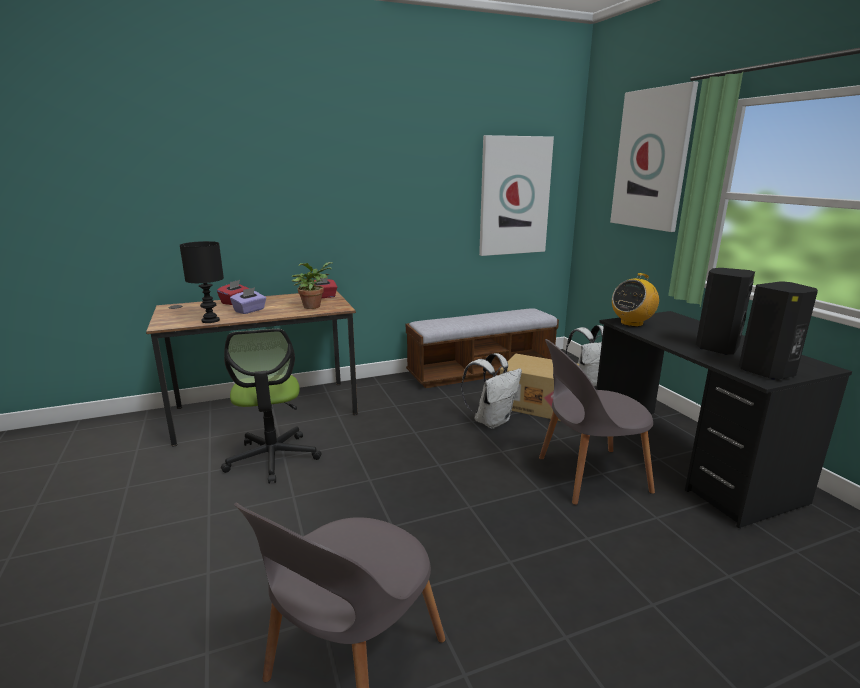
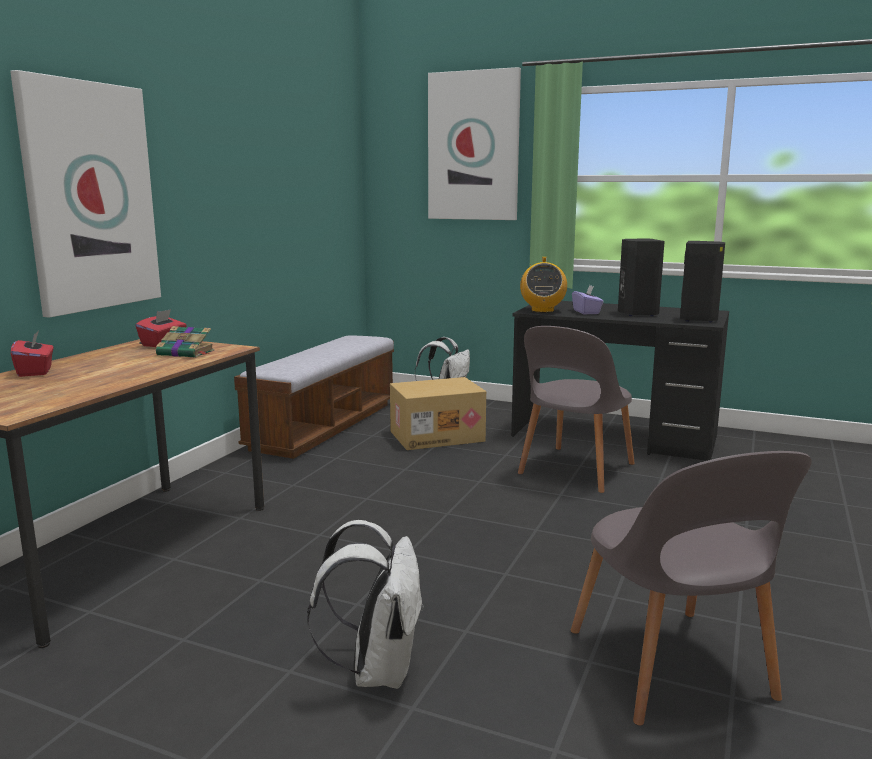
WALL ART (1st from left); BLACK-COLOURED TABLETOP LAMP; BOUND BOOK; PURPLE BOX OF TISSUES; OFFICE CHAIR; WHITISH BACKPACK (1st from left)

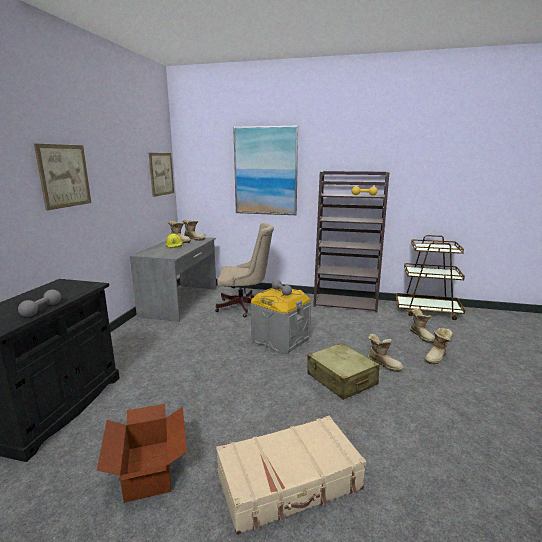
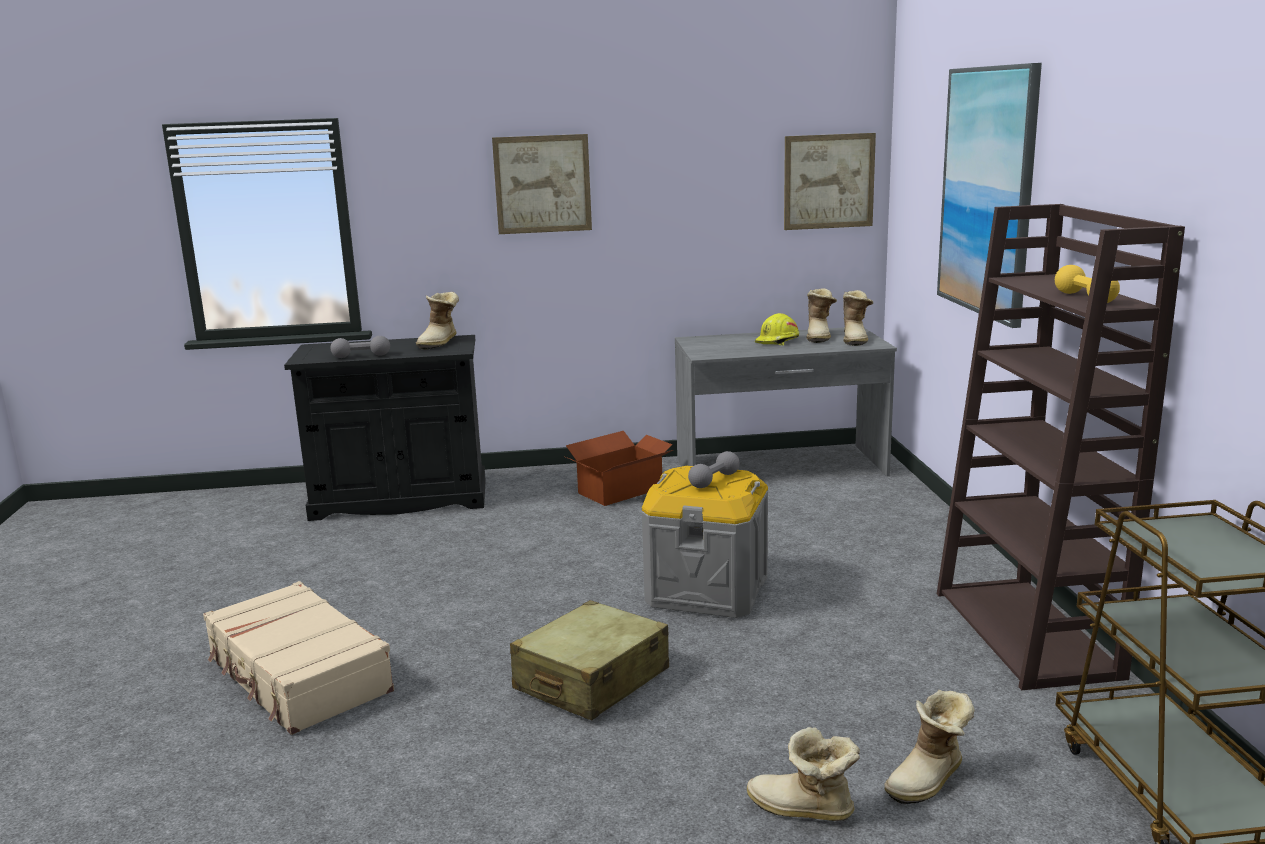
BEIGE OFFICE CHAIR; HIGH-TOP BOOT (1st from left); PACKING BOX

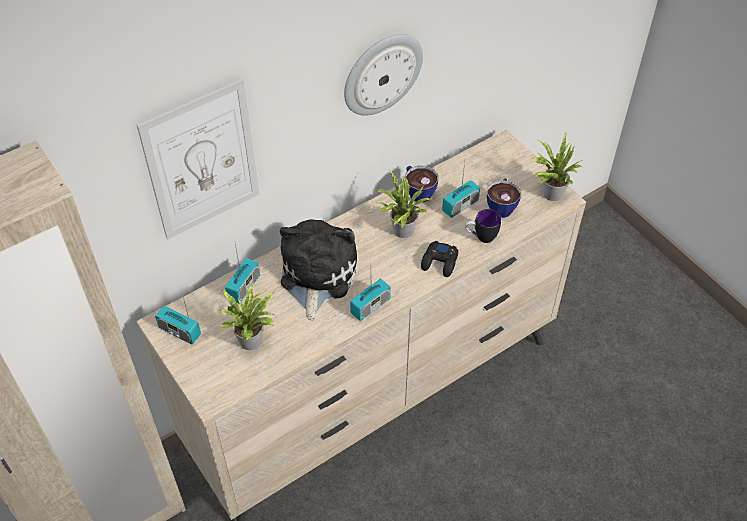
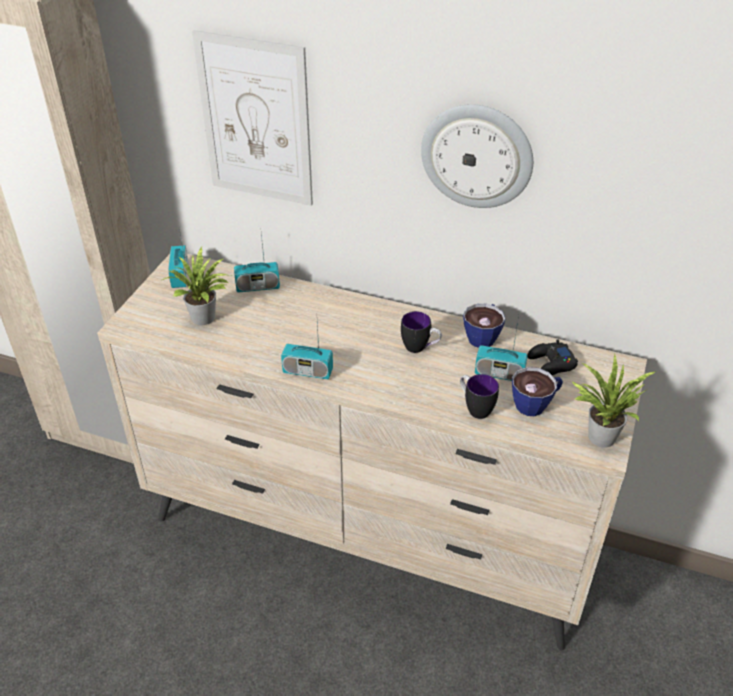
COFFEE MUG (1st from left); CUDDLY TOY; BLACK-COLOURED GAMEPAD

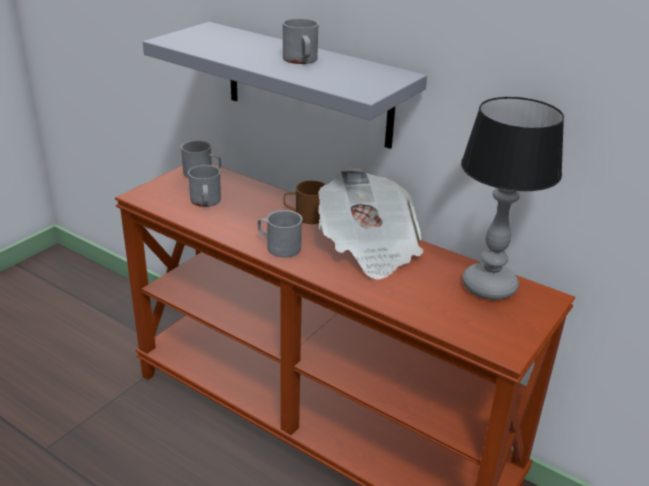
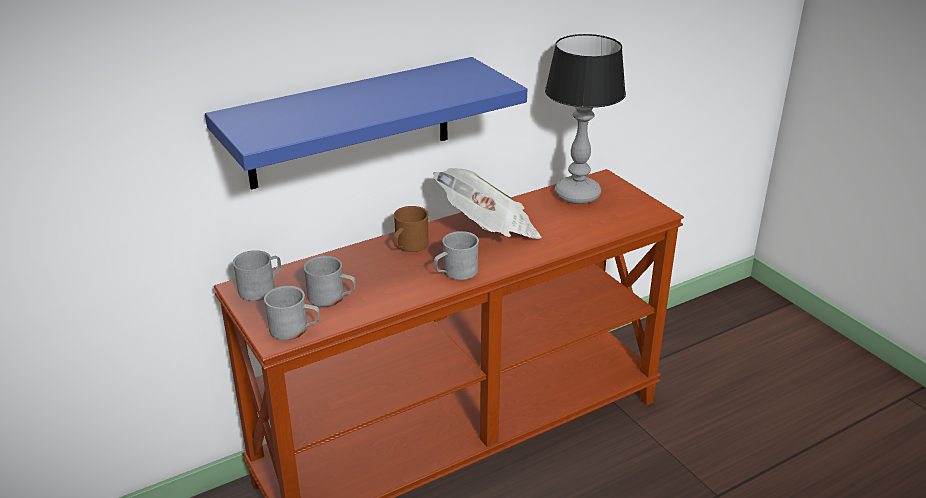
GREYISH COFFEE MUG (2nd from left); BLUE WALL SHELF

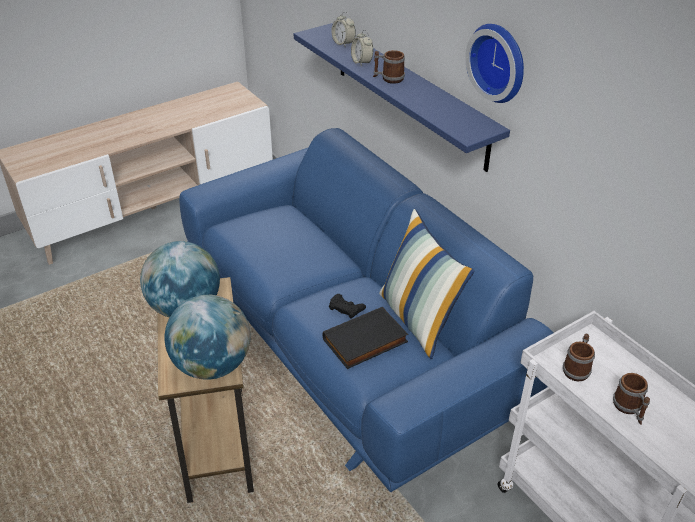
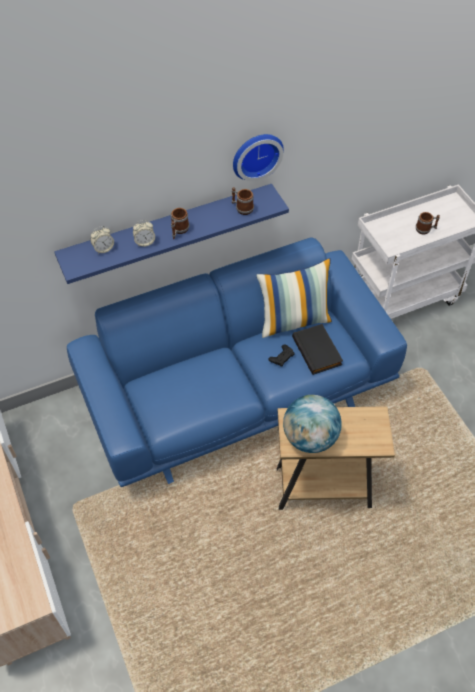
GLOBE (2nd from left in the first image); COFFEE MUG (2nd from left)

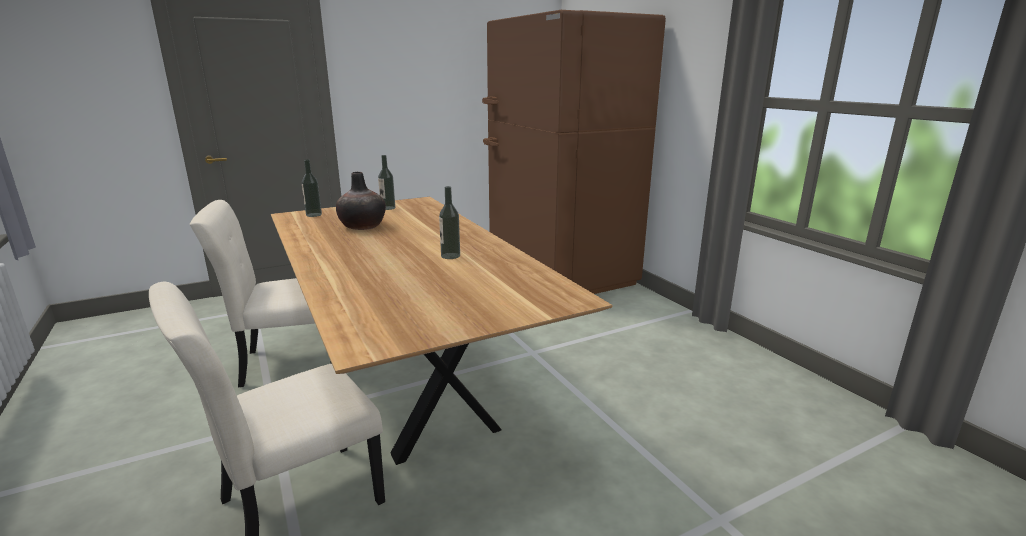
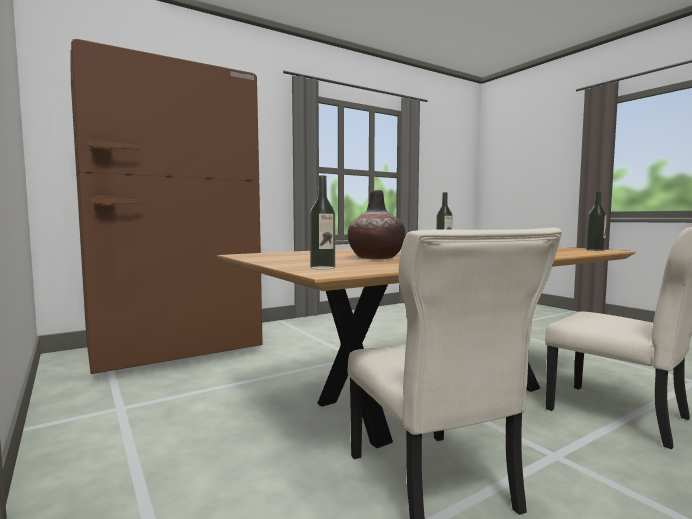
BOTTLE (3rd from left)

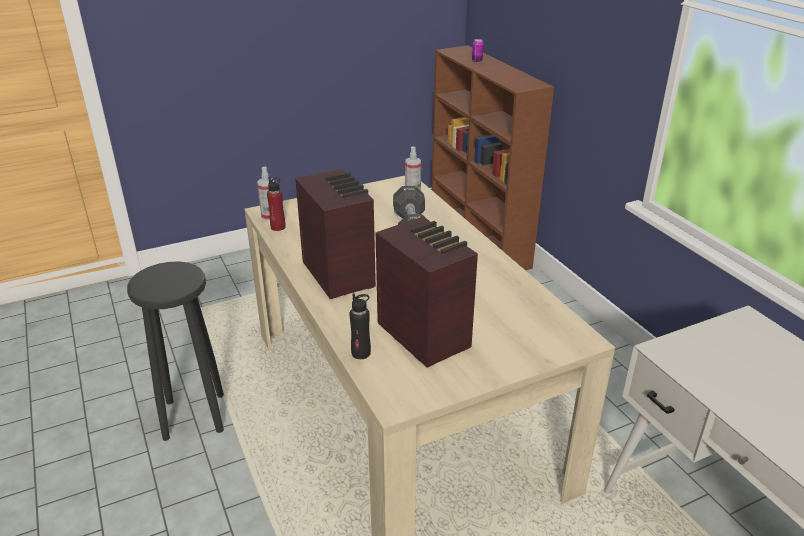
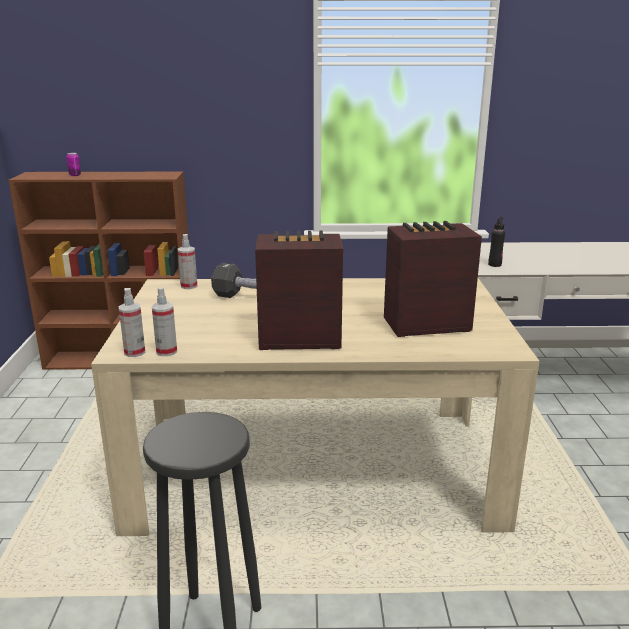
HAND SPRAYER (2nd from left); BLACK-COLOURED BOTTLE

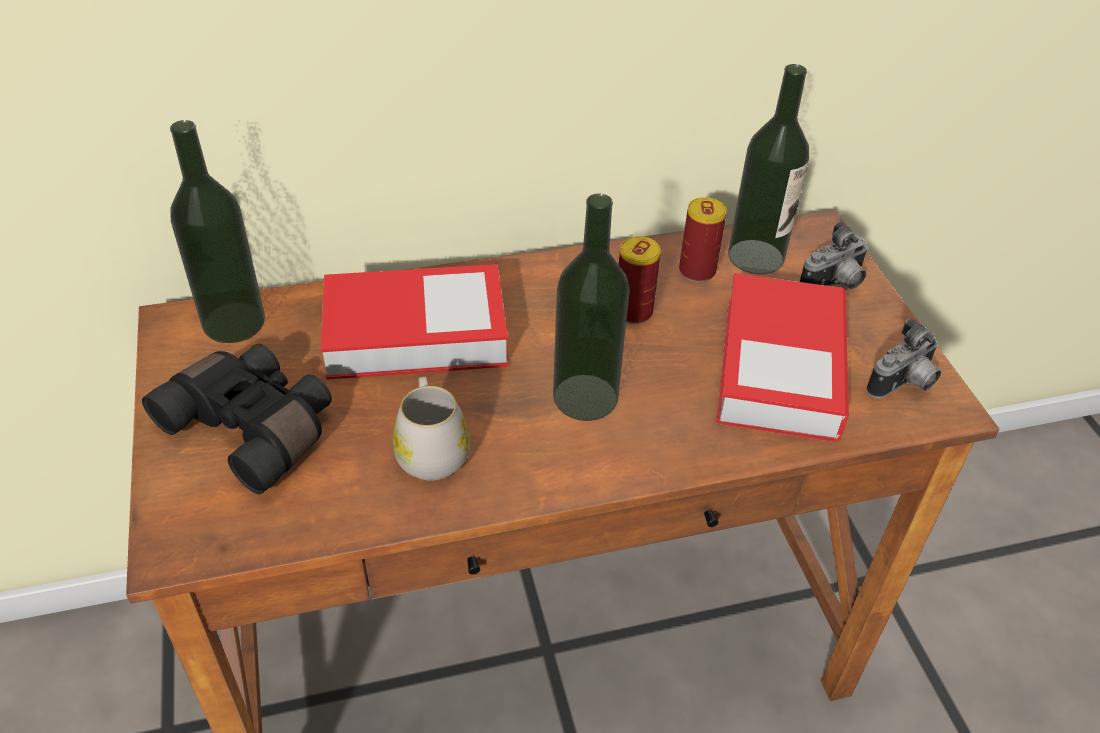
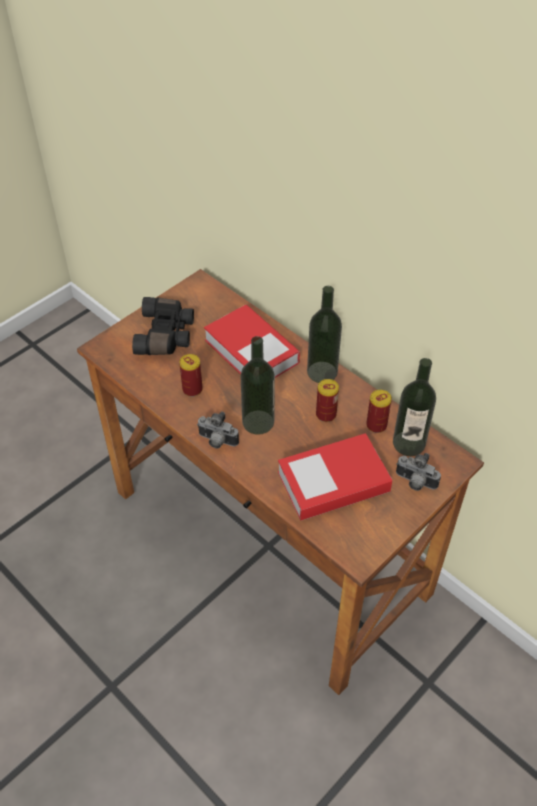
BOTTLE (2nd from left); STILL CAMERA (1st from left); CAN (1st from left)

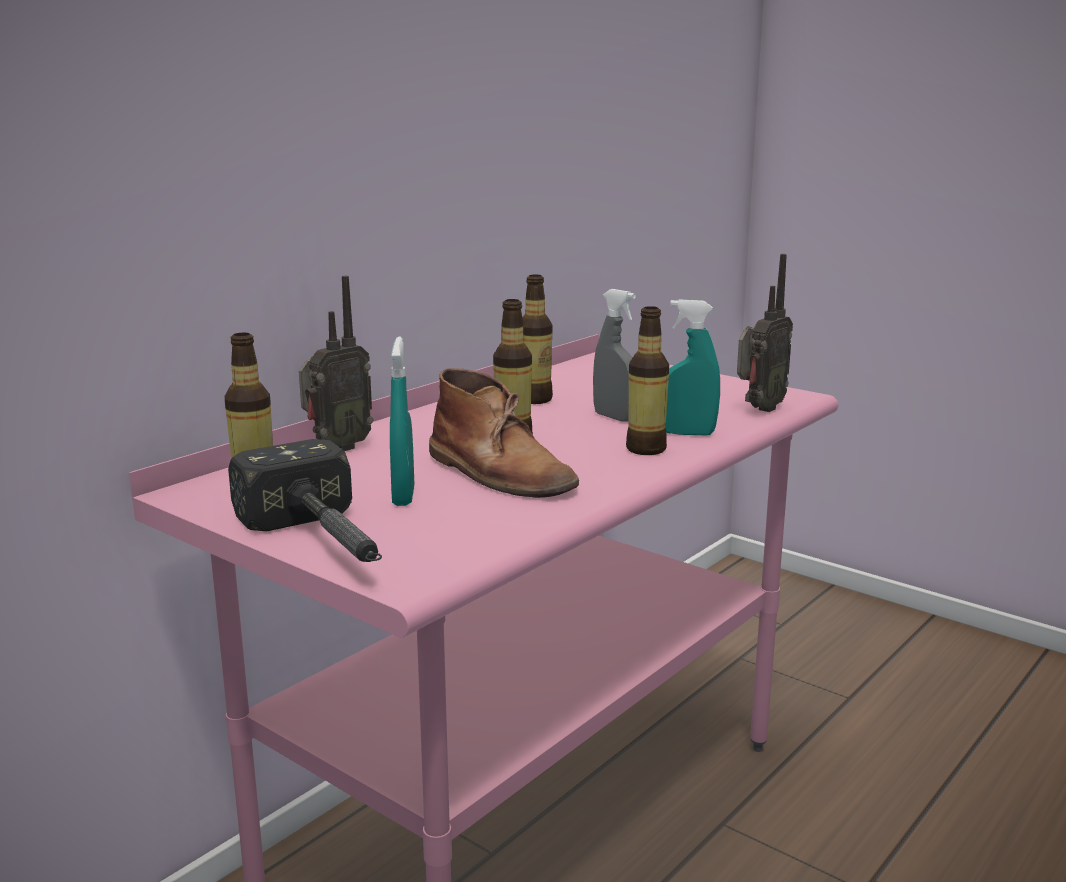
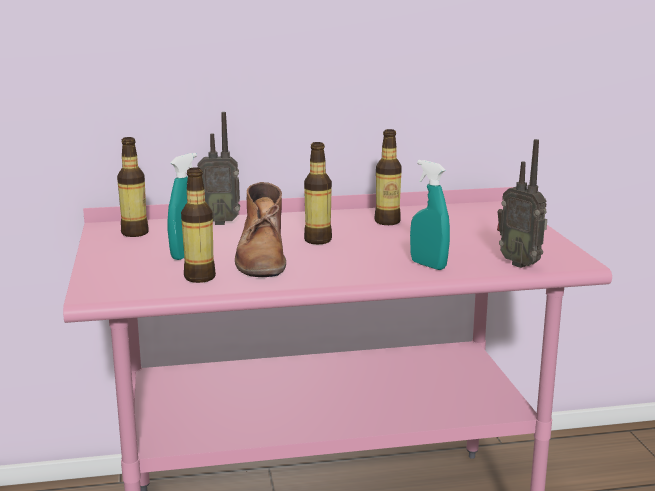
RADIO RECEIVER (2nd from left); GREYISH HAND SPRAYER; BOTTLE (2nd from left); HAMMER

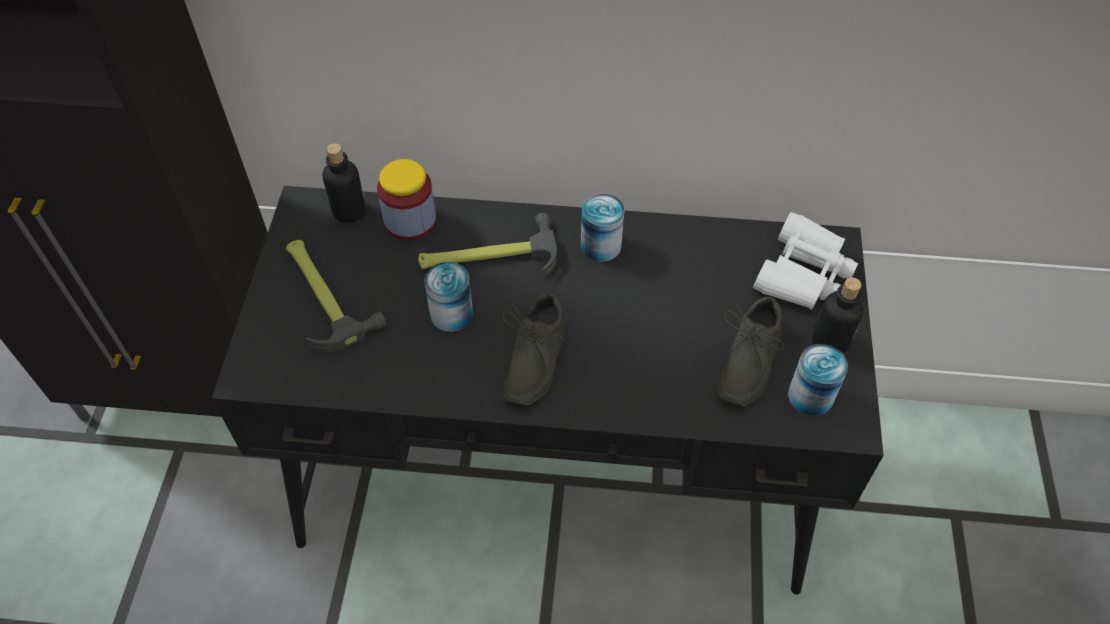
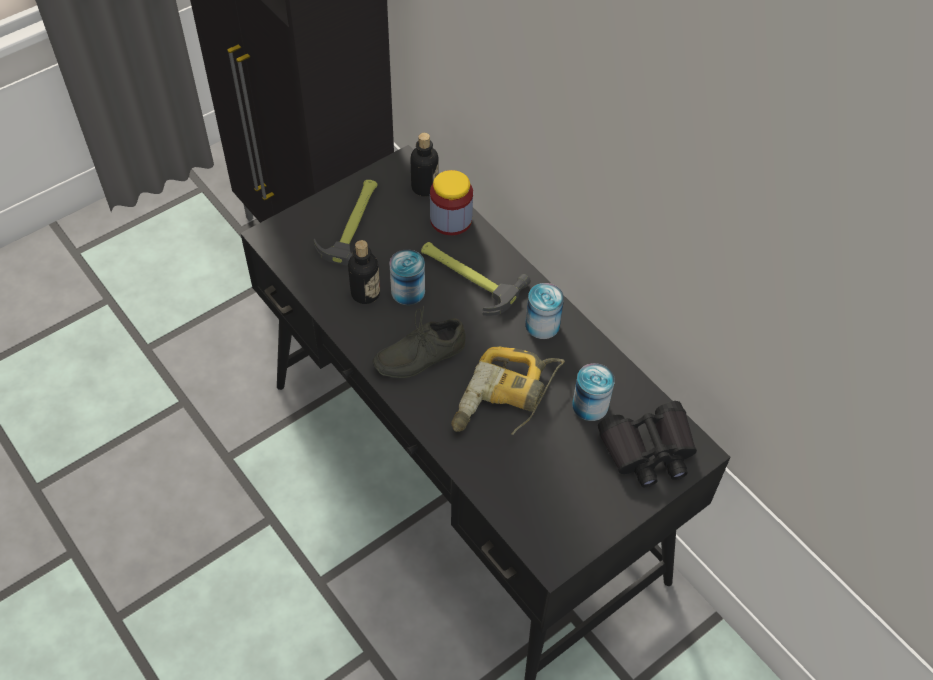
BLACK-COLOURED FIELD GLASSES; BOTTLE (1st from left); GREYISH SHOE (2nd from left in the first image); CAN (3rd from left); POWER DRILL

